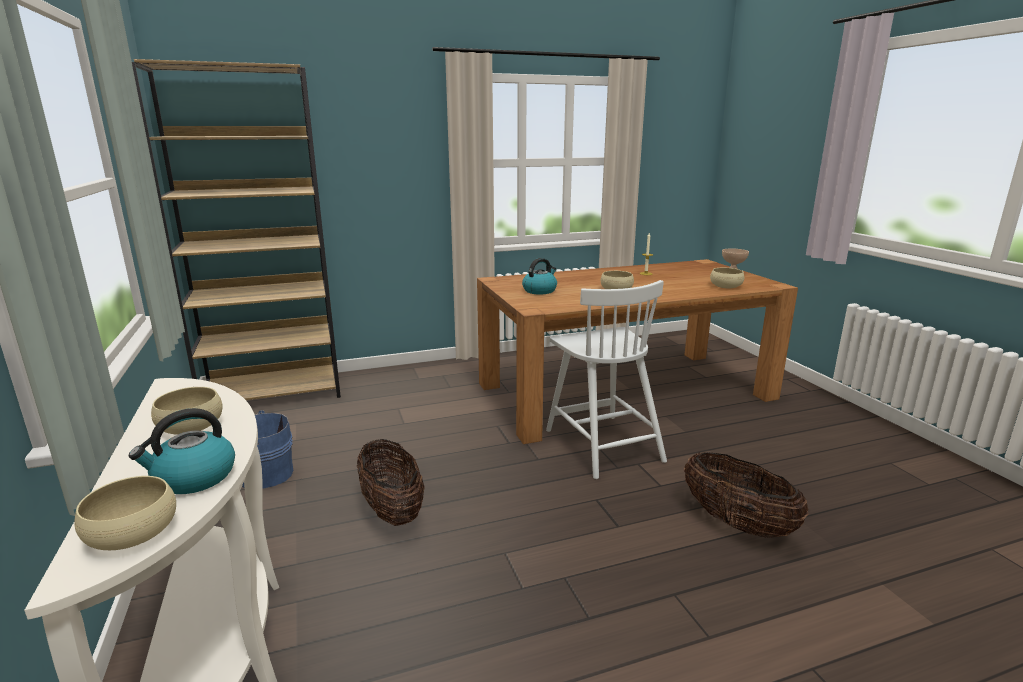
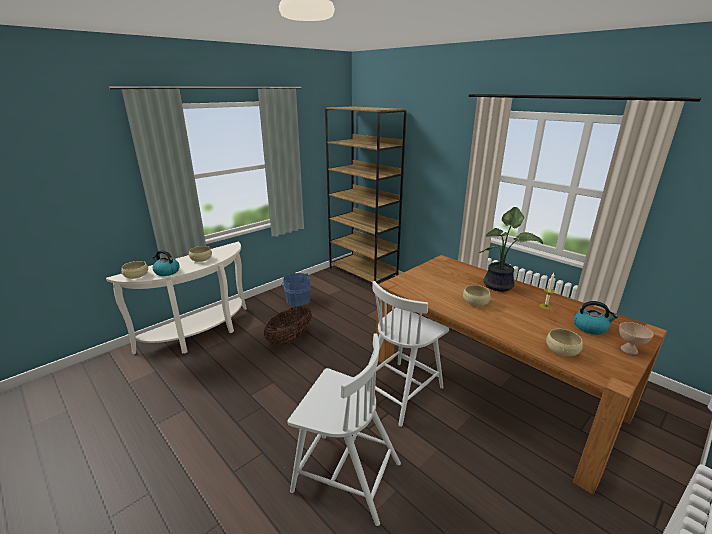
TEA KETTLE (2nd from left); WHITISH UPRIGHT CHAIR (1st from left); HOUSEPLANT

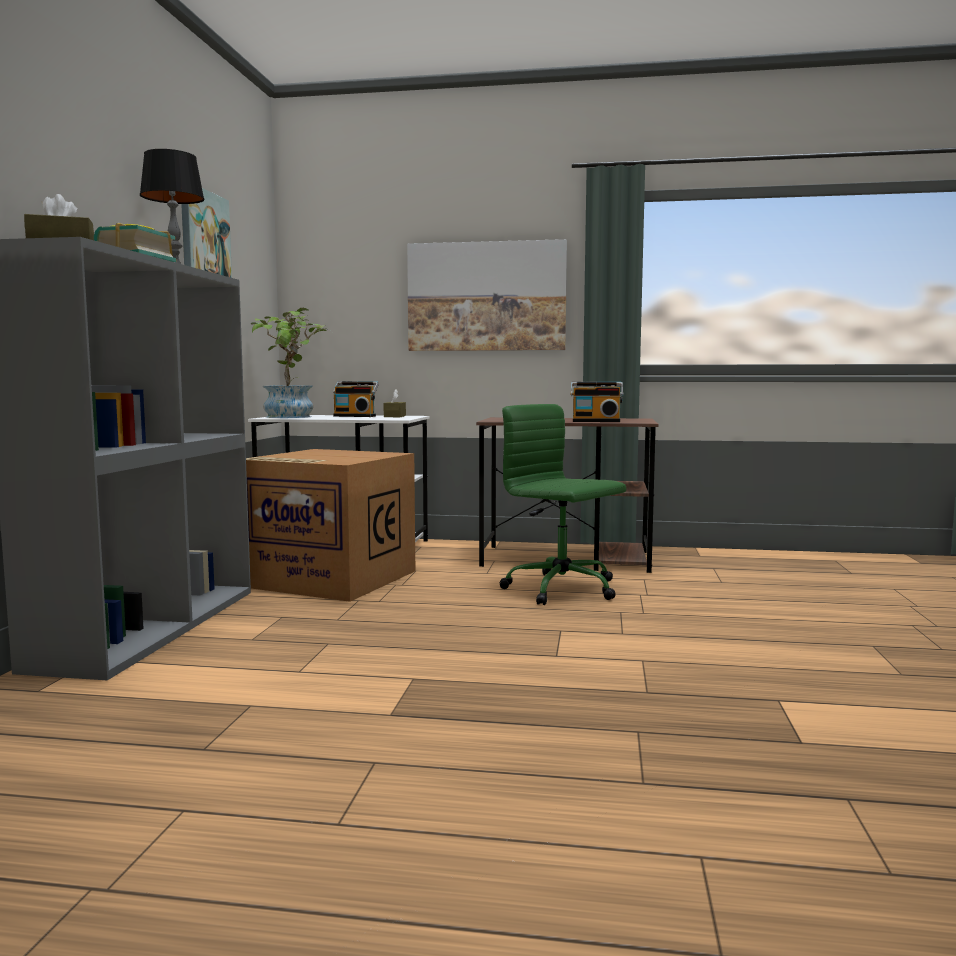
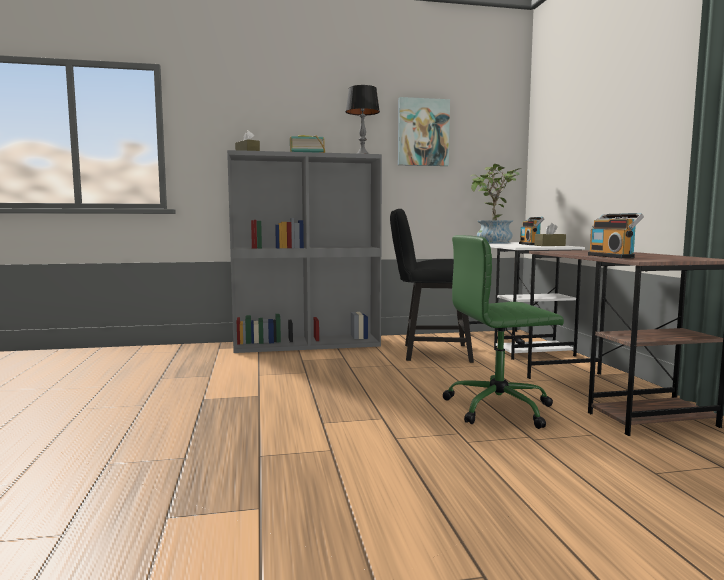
WALL ART (2nd from left in the first image); GREEN-COLOURED OFFICE CHAIR; BLACK-COLOURED UPRIGHT CHAIR

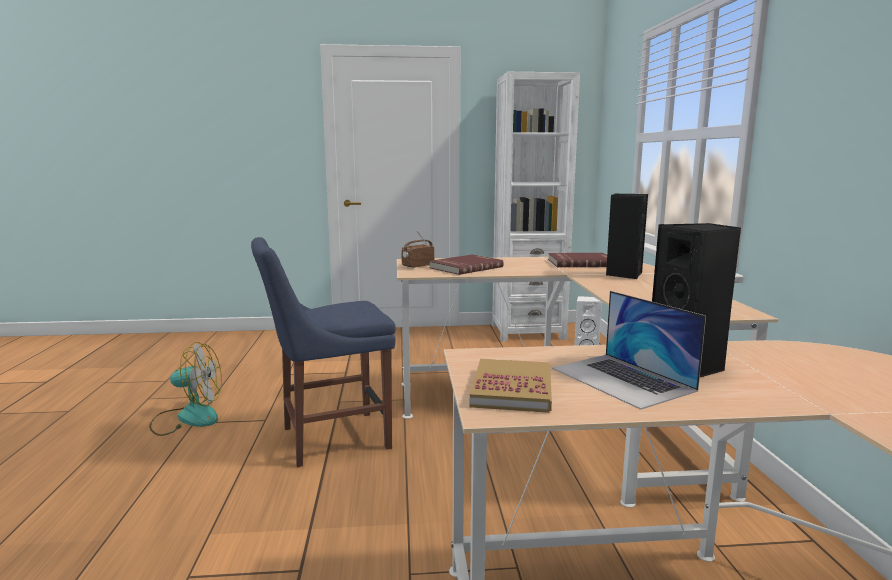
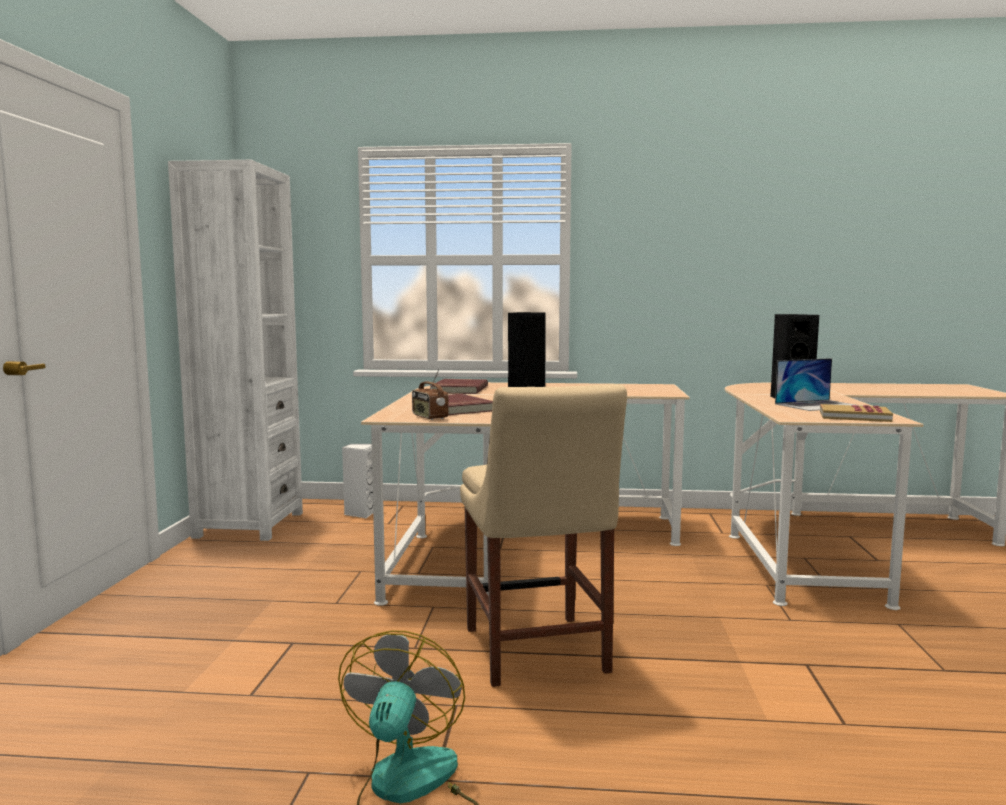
BEIGE UPRIGHT CHAIR

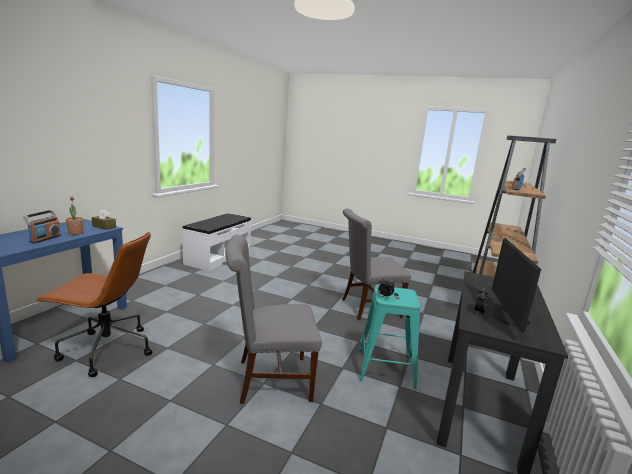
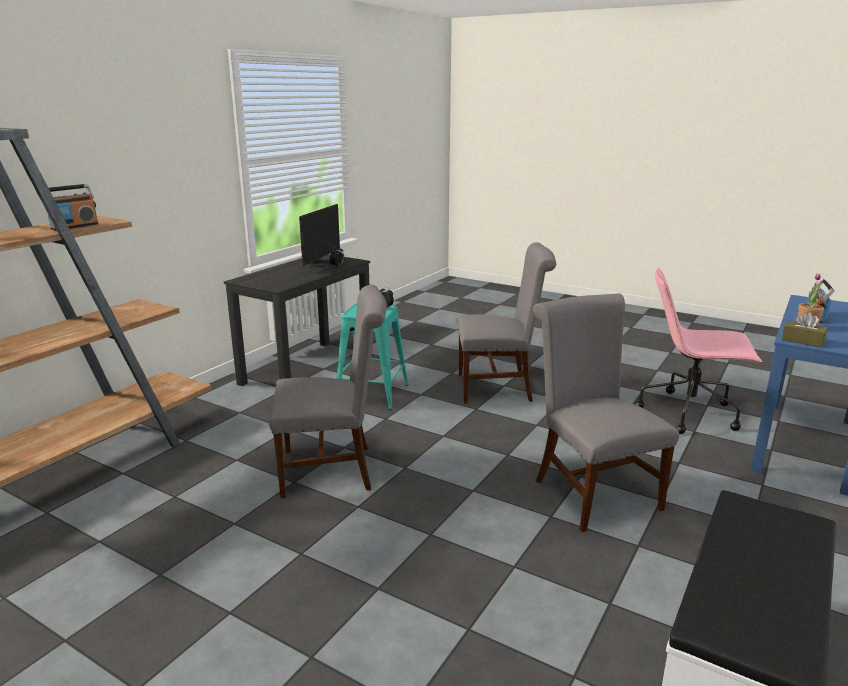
PINK OFFICE CHAIR; GREYISH UPRIGHT CHAIR (3rd from left)

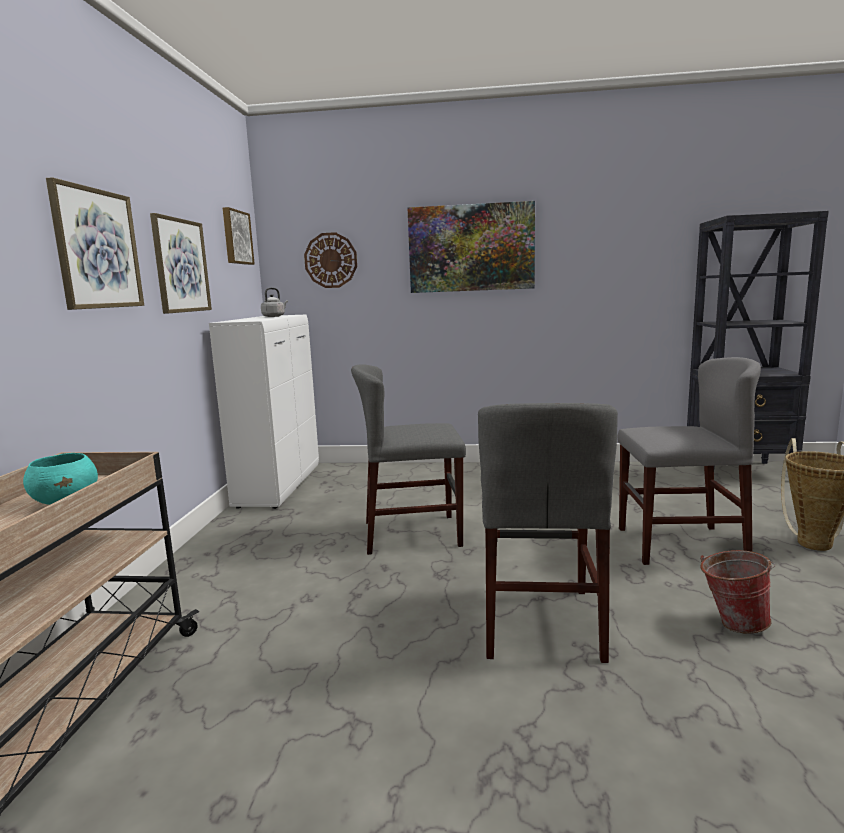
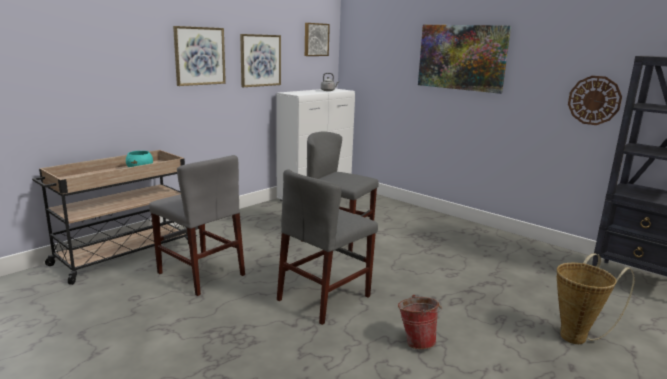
HANGING CLOCK; GREYISH UPRIGHT CHAIR (1st from left)

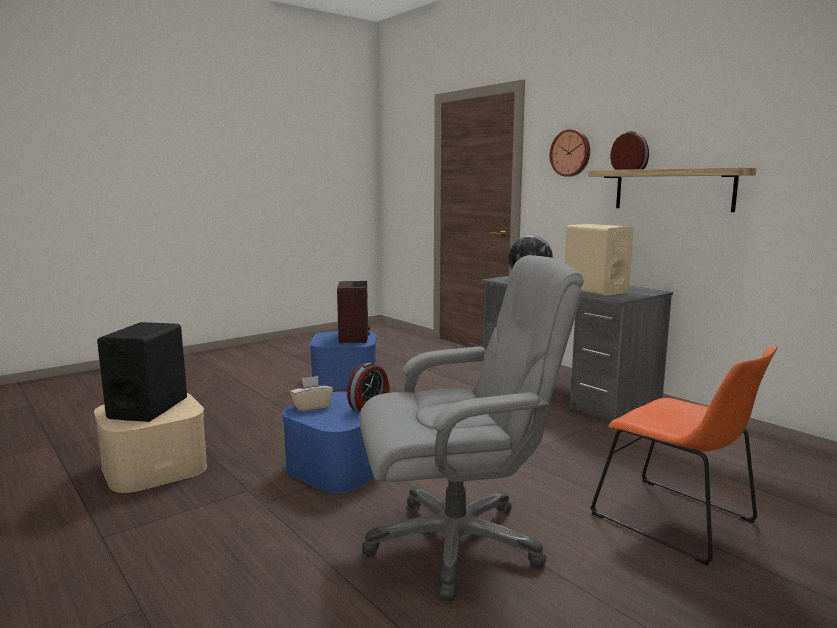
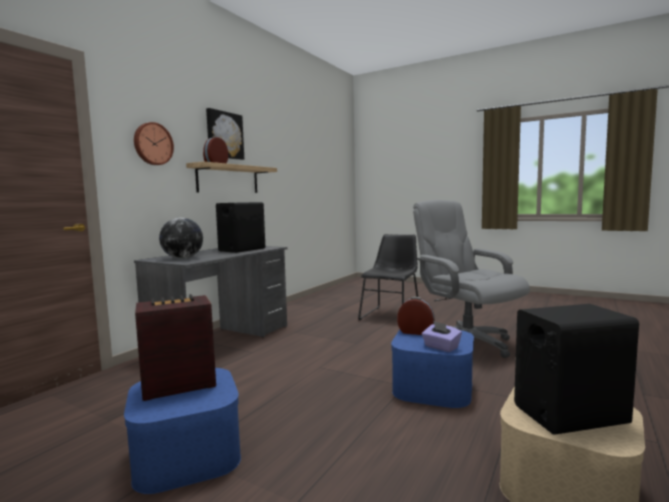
BLACK-COLOURED SPEAKER (1st from left); BLACK-COLOURED UPRIGHT CHAIR; PURPLE BOX OF TISSUES; WALL ART

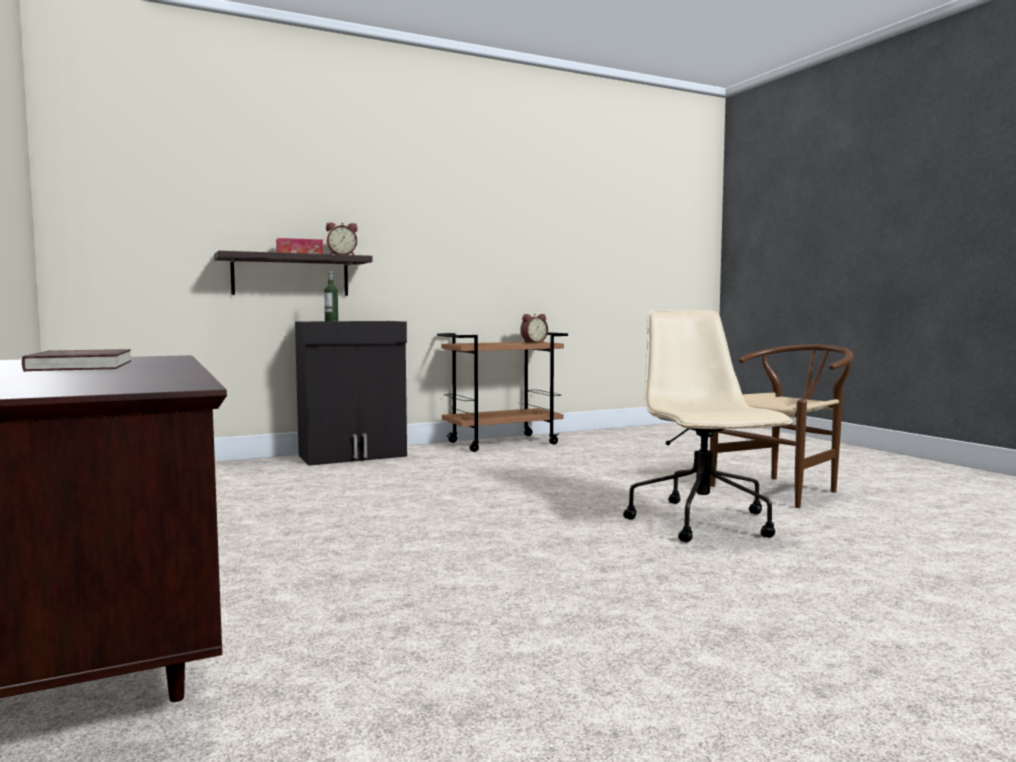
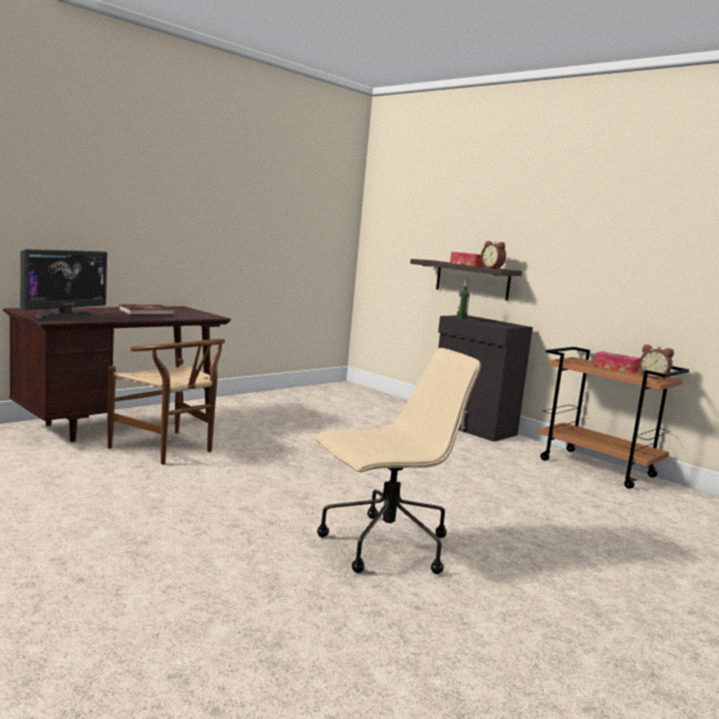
BROWN-COLOURED UPRIGHT CHAIR; COMPUTER DISPLAY; BOX OF TISSUES (2nd from left)

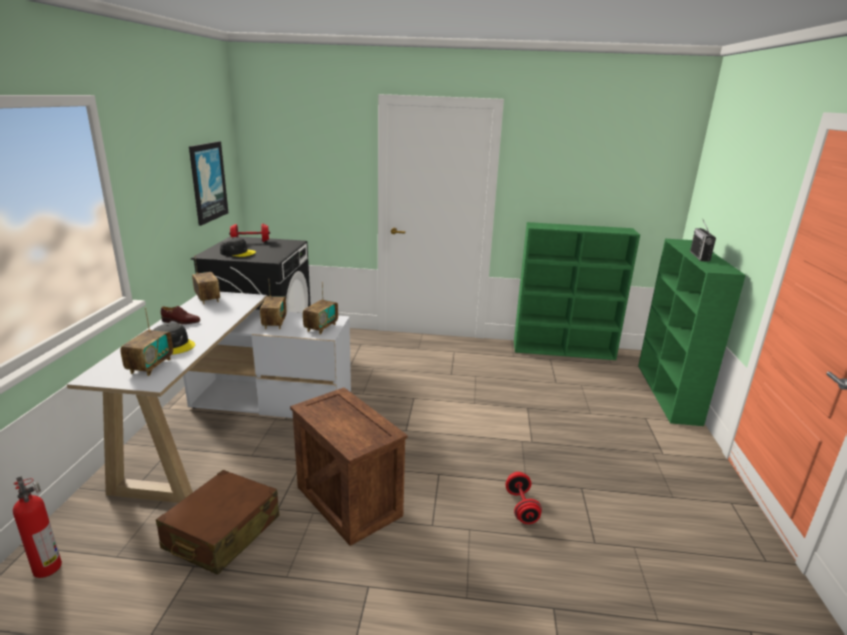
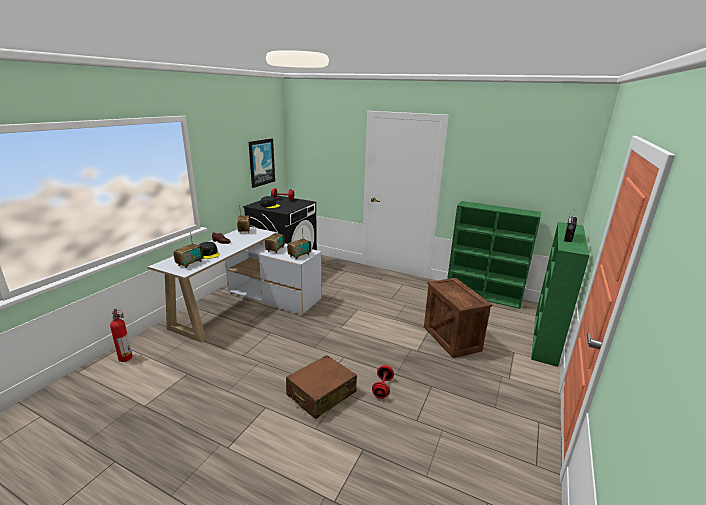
SHIPPING CRATE; BROWN-COLOURED PIECE OF LUGGAGE

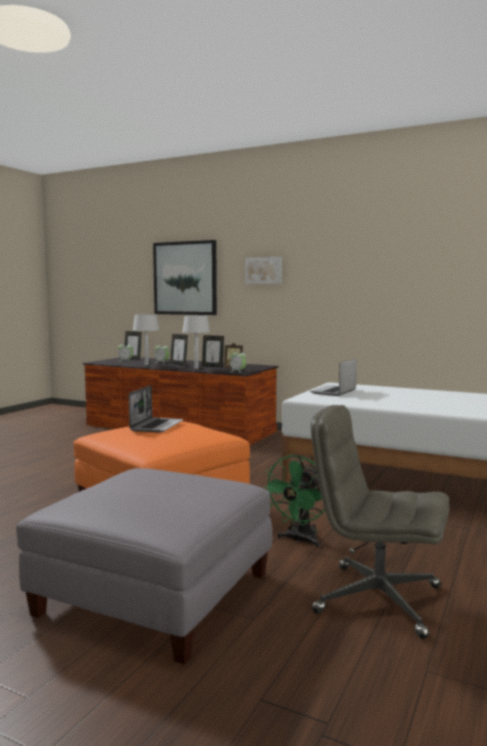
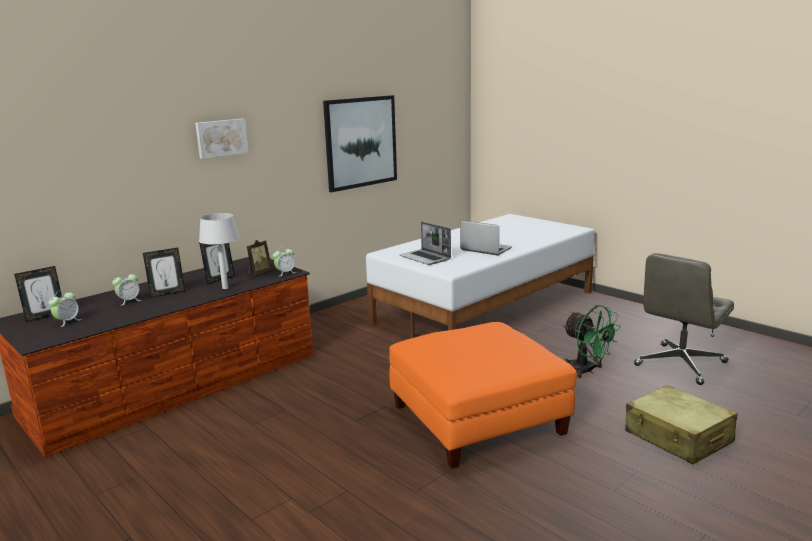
WALL ART (2nd from left); GREYISH TABLETOP LAMP (1st from left in the first image); NOTEBOOK COMPUTER (2nd from left); BEIGE PIECE OF LUGGAGE

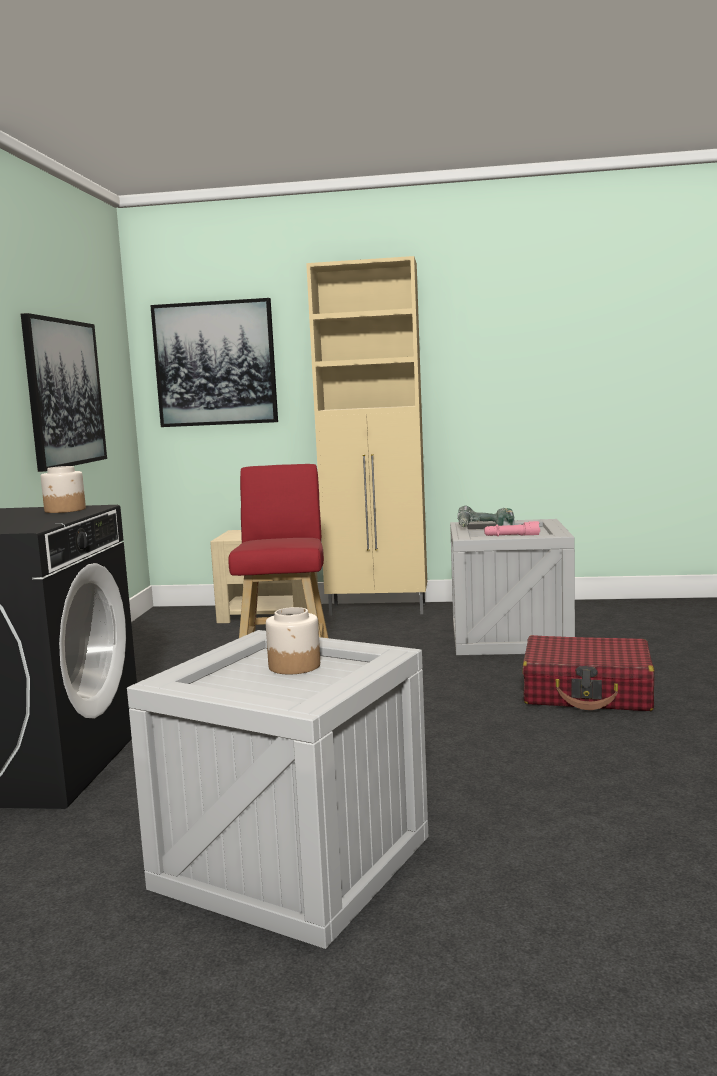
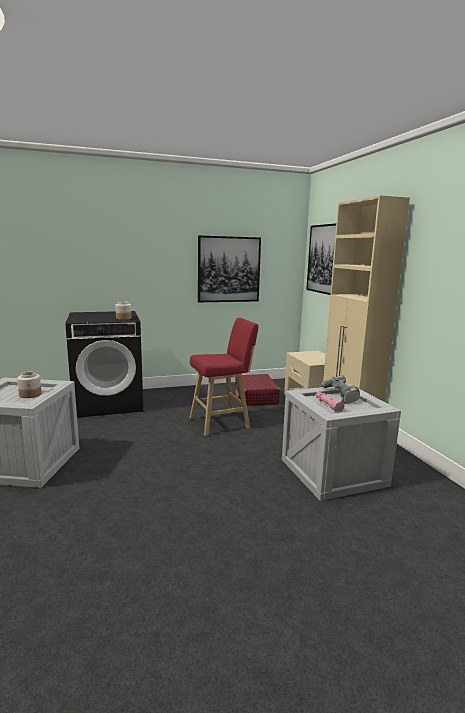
REDDISH PIECE OF LUGGAGE

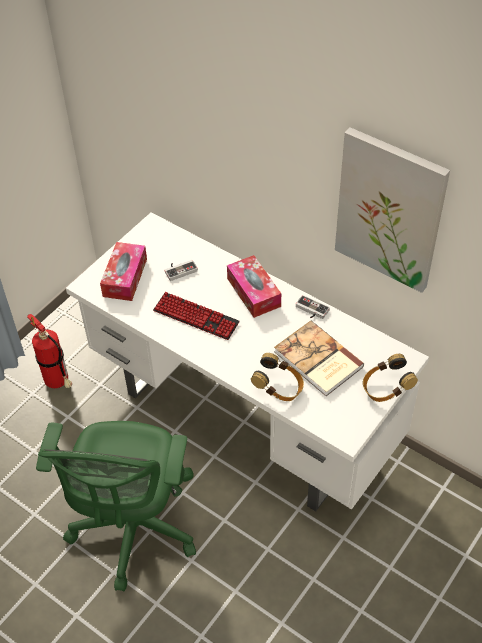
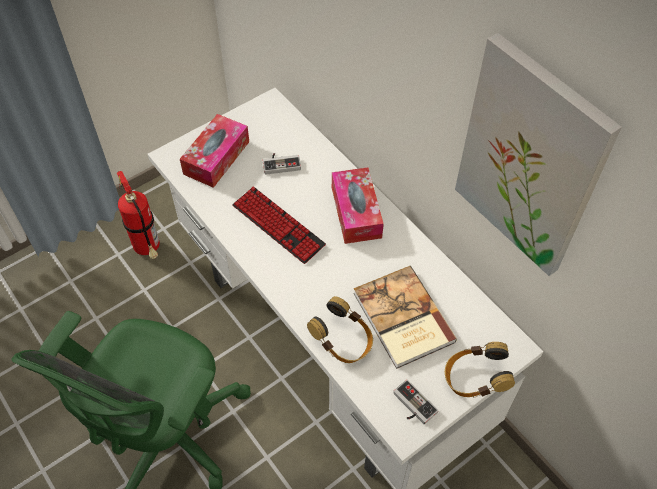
GAMEPAD (2nd from left)

